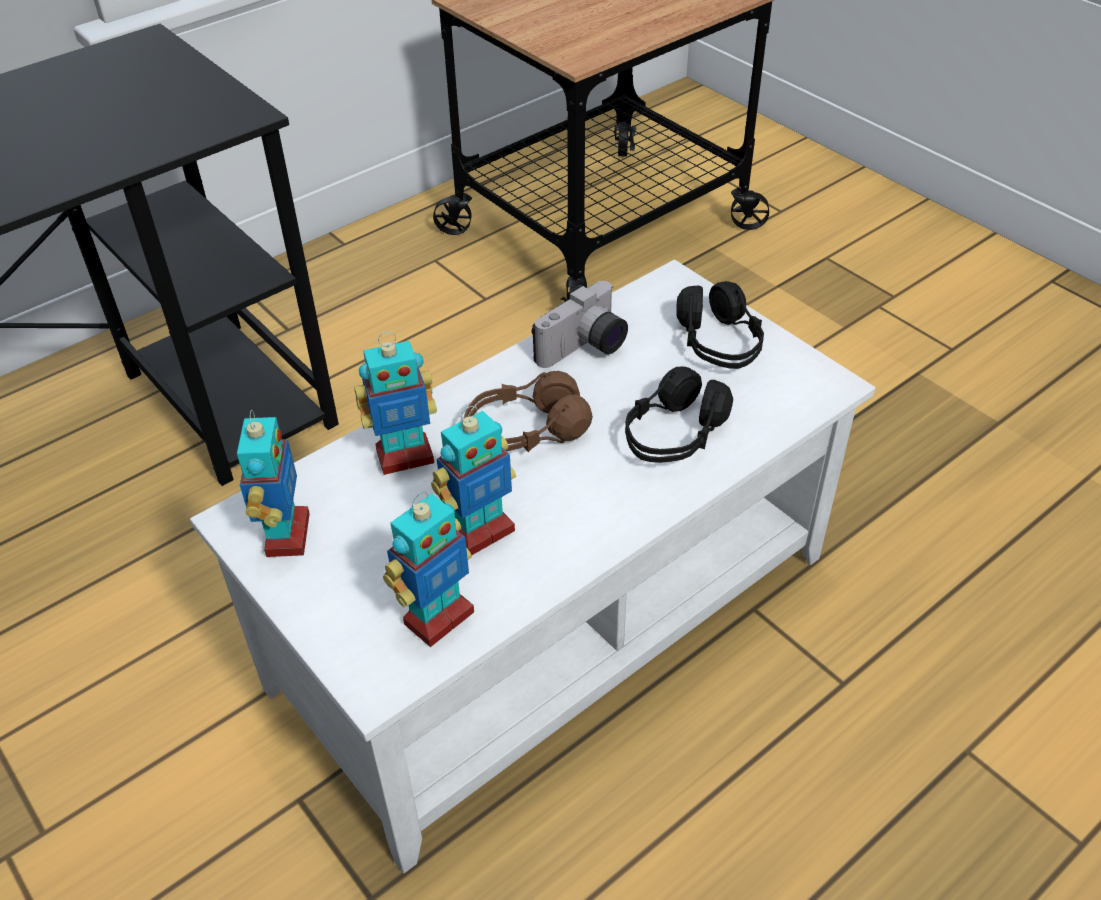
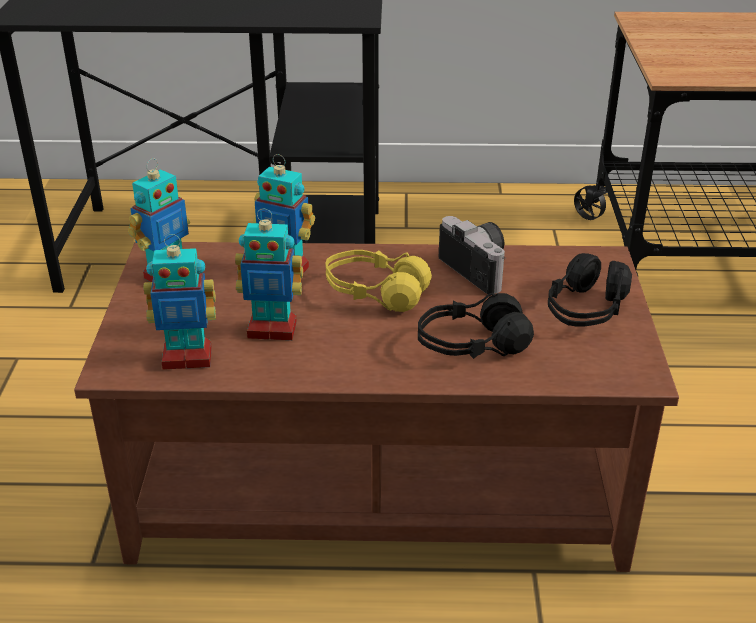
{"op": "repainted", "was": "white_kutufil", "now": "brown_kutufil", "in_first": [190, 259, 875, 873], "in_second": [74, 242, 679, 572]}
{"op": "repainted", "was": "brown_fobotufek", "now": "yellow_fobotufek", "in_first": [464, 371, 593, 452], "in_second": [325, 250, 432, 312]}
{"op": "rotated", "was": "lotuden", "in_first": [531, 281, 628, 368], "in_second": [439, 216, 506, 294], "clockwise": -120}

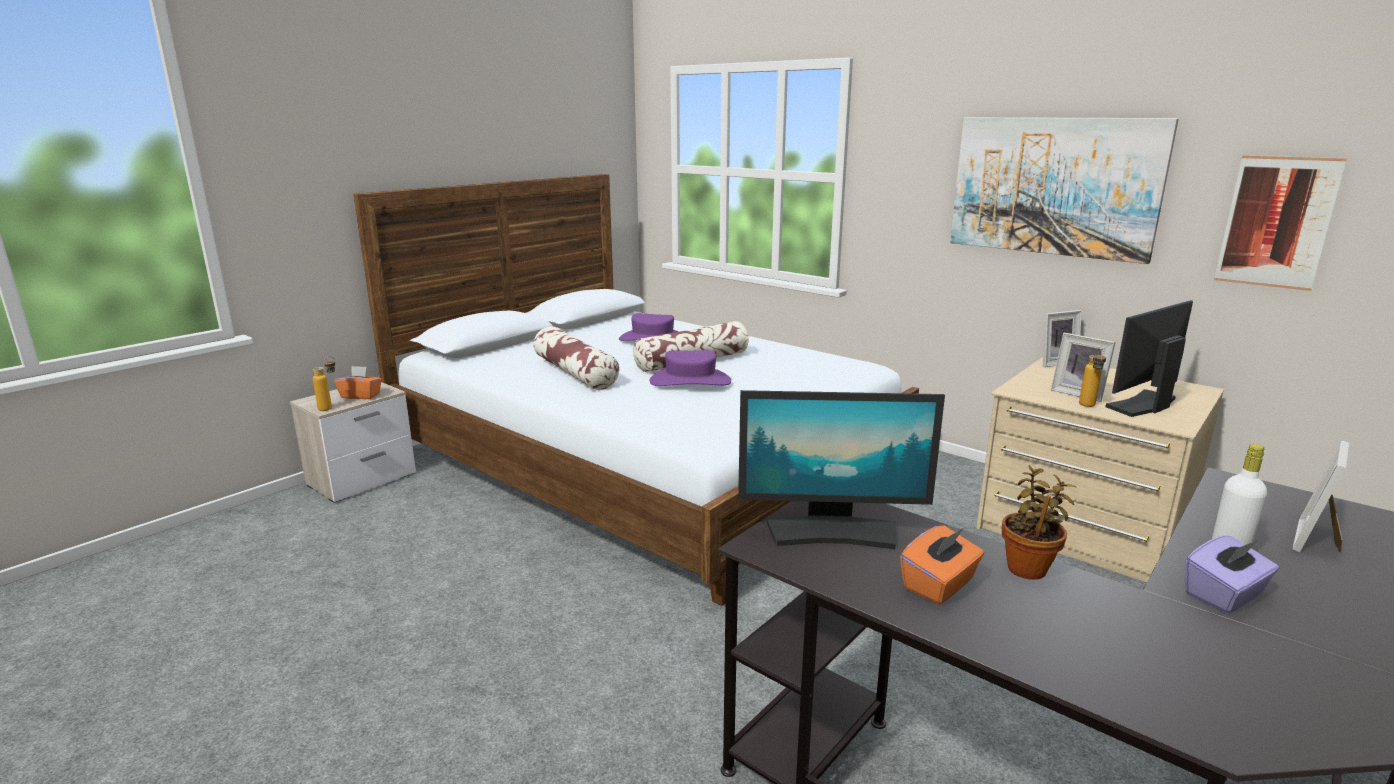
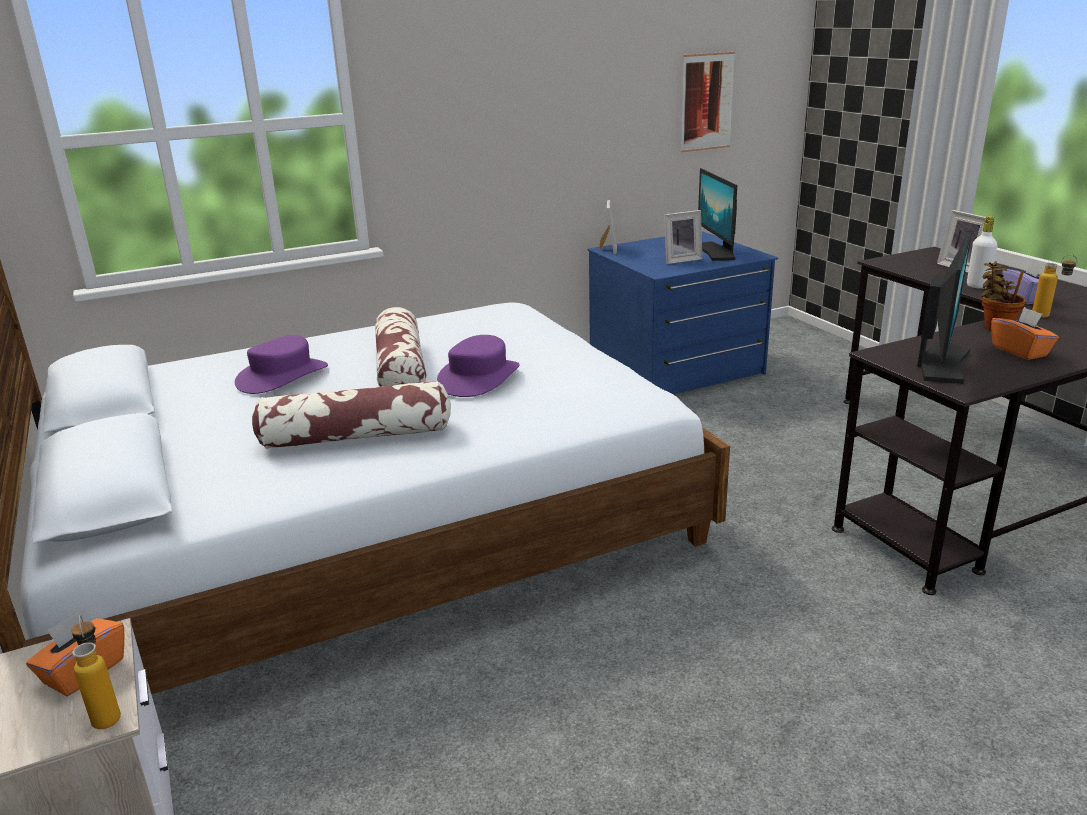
{"op": "repainted", "was": "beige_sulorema", "now": "blue_sulorema", "in_first": [976, 357, 1224, 582], "in_second": [587, 231, 778, 394]}
{"op": "shifted", "was": "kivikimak", "in_first": [1079, 350, 1106, 407], "in_second": [1032, 255, 1078, 318]}
{"op": "gone", "was": "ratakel", "in_first": [950, 117, 1179, 264]}

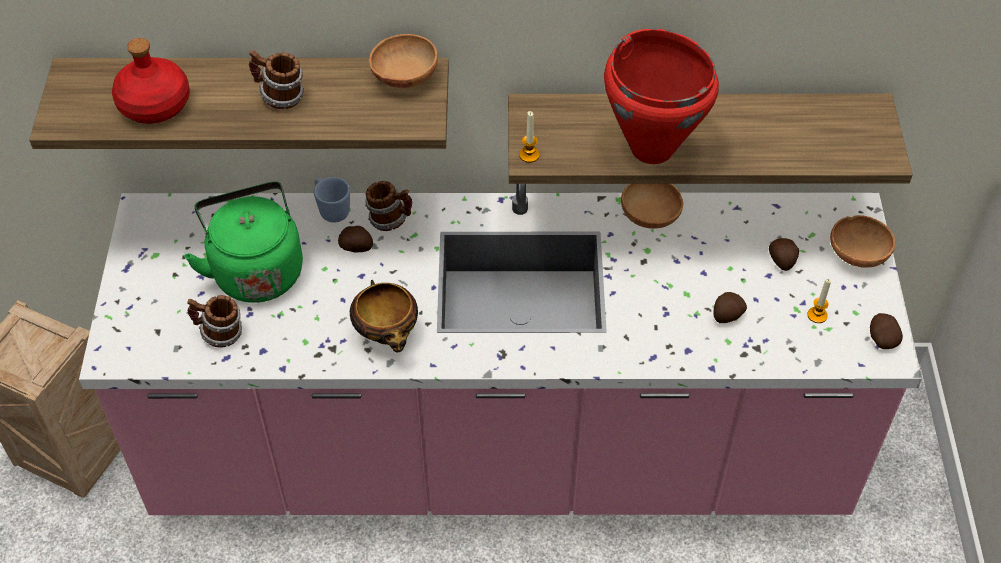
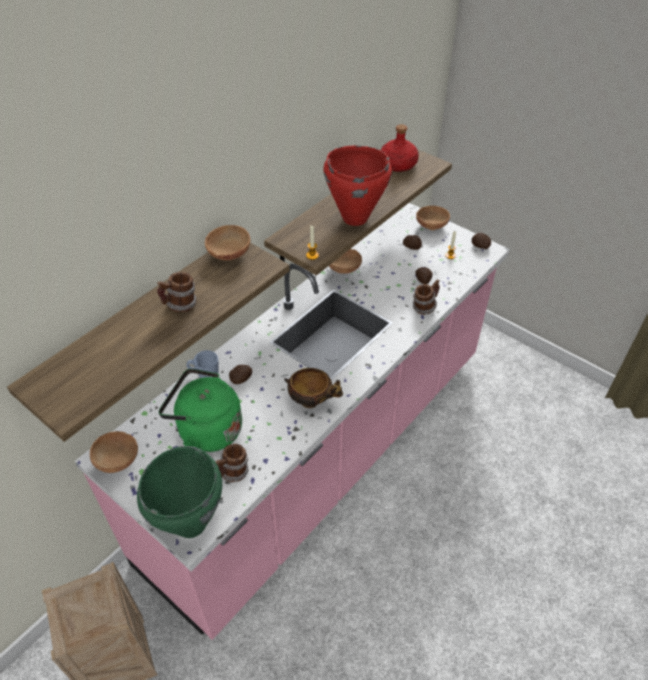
{"op": "new", "now": "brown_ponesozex", "in_second": [90, 431, 138, 473]}
{"op": "new", "now": "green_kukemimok", "in_second": [137, 446, 222, 538]}
{"op": "shifted", "was": "red_kivikimak", "in_first": [112, 38, 190, 124], "in_second": [381, 124, 419, 172]}
{"op": "shifted", "was": "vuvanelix", "in_first": [365, 181, 412, 231], "in_second": [412, 280, 440, 315]}

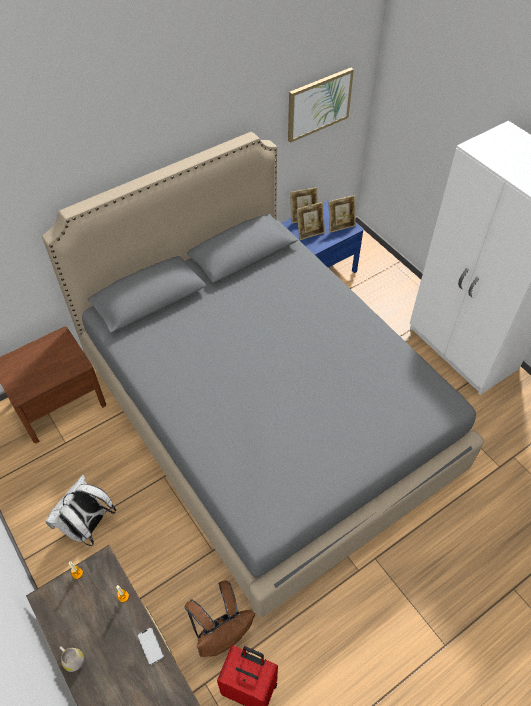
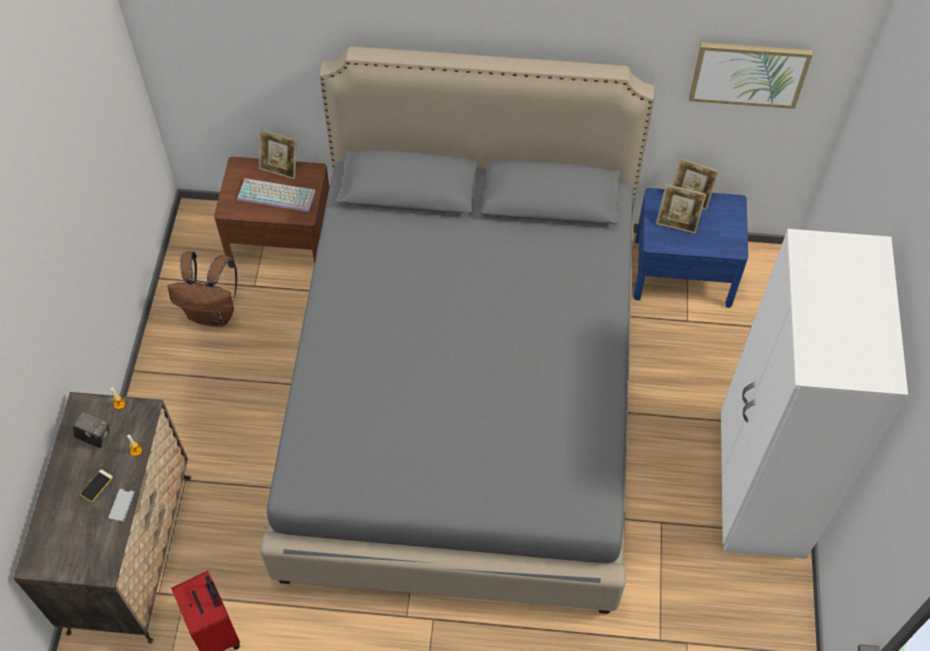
{"op": "new", "now": "lotuden", "in_second": [73, 411, 109, 448]}
{"op": "new", "now": "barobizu", "in_second": [80, 469, 113, 502]}
{"op": "shifted", "was": "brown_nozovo", "in_first": [184, 580, 255, 657], "in_second": [167, 251, 237, 327]}
{"op": "new", "now": "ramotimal", "in_second": [237, 178, 316, 212]}
{"op": "shifted", "was": "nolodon", "in_first": [328, 195, 356, 233], "in_second": [259, 129, 297, 179]}
{"op": "gone", "was": "white_nozovo", "in_first": [46, 475, 116, 546]}
{"op": "gone", "was": "white_vuvanelix", "in_first": [59, 646, 84, 672]}

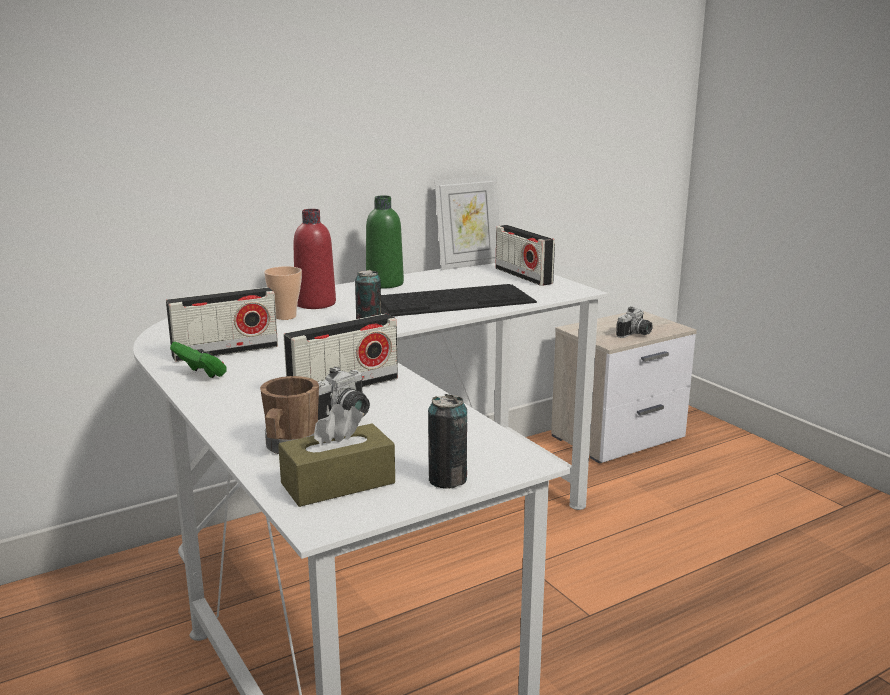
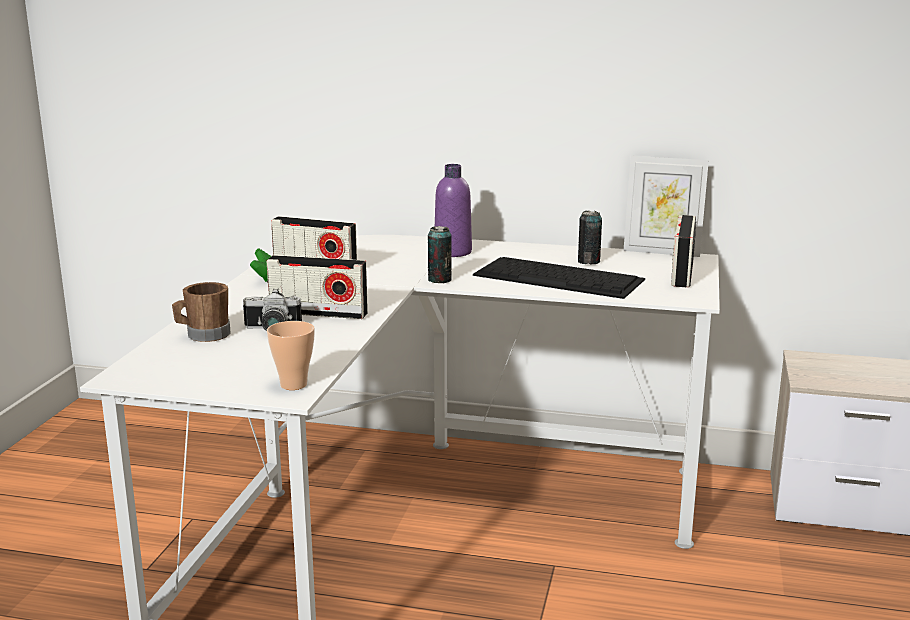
{"op": "shifted", "was": "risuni", "in_first": [264, 266, 302, 320], "in_second": [267, 321, 315, 390]}
{"op": "repainted", "was": "red_kivikimak", "now": "purple_kivikimak", "in_first": [293, 209, 336, 309], "in_second": [435, 164, 472, 257]}
{"op": "shifted", "was": "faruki", "in_first": [428, 394, 467, 489], "in_second": [578, 211, 602, 264]}
{"op": "gone", "was": "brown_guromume", "in_first": [278, 404, 395, 507]}
{"op": "gone", "was": "green_kivikimak", "in_first": [366, 195, 404, 288]}
{"op": "gone", "was": "lotuden", "in_first": [616, 307, 653, 338]}

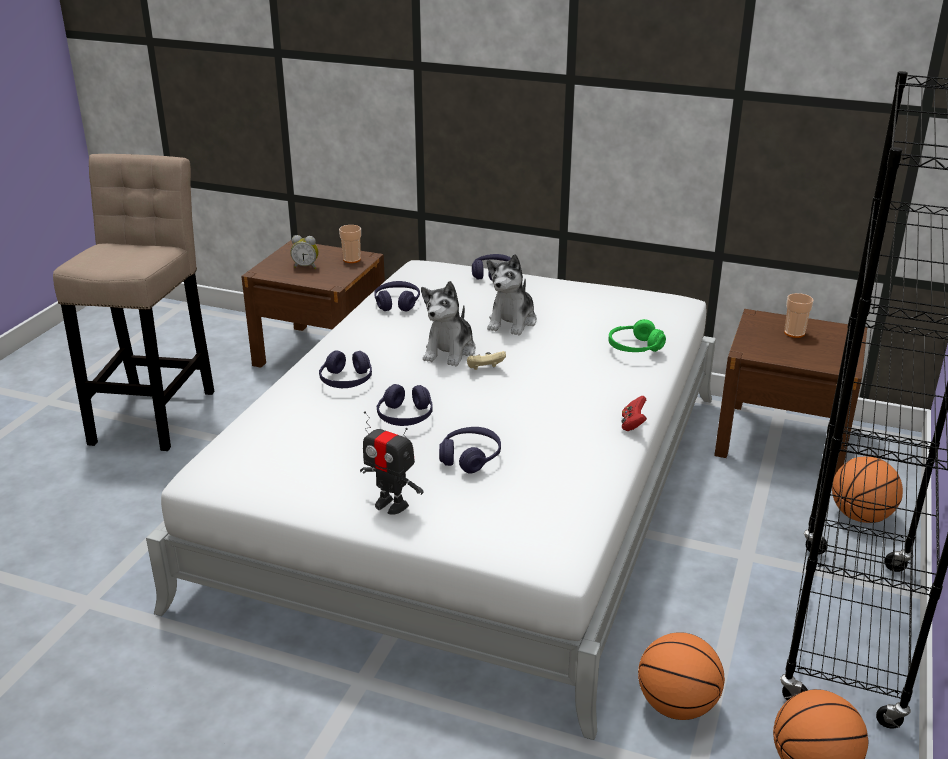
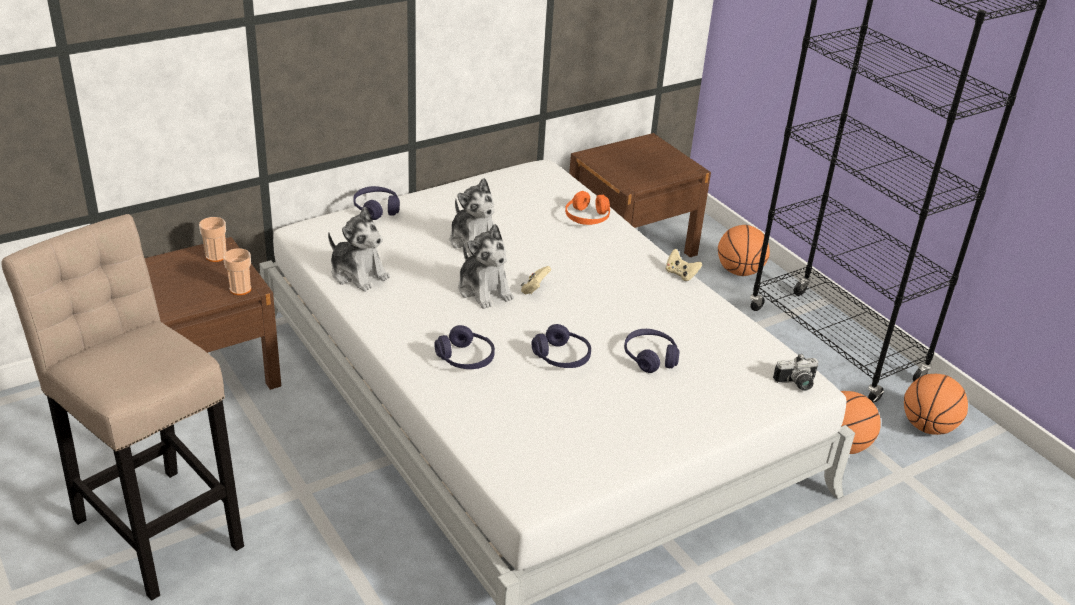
{"op": "shifted", "was": "risuni", "in_first": [784, 293, 814, 338], "in_second": [223, 249, 251, 295]}
{"op": "swapped", "was": "purple_fobotufek", "now": "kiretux", "in_first": [375, 281, 420, 312], "in_second": [328, 207, 390, 292]}
{"op": "repainted", "was": "green_fobotufek", "now": "orange_fobotufek", "in_first": [608, 319, 666, 352], "in_second": [565, 191, 610, 225]}
{"op": "repainted", "was": "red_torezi", "now": "beige_torezi", "in_first": [621, 396, 647, 431], "in_second": [666, 249, 702, 281]}
{"op": "new", "now": "lotuden", "in_second": [773, 354, 818, 391]}
{"op": "gone", "was": "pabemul", "in_first": [290, 235, 319, 269]}
{"op": "gone", "was": "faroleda", "in_first": [360, 411, 424, 515]}

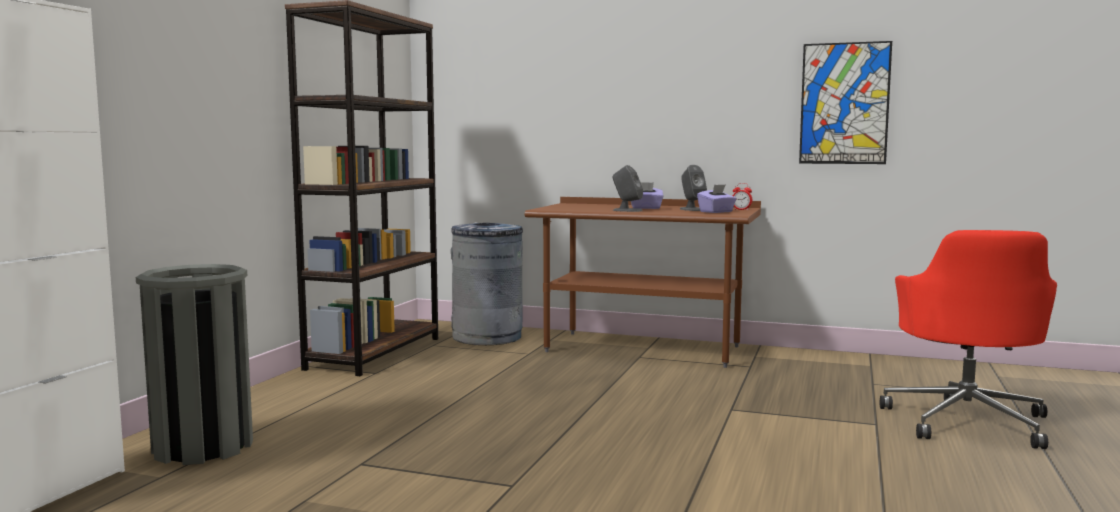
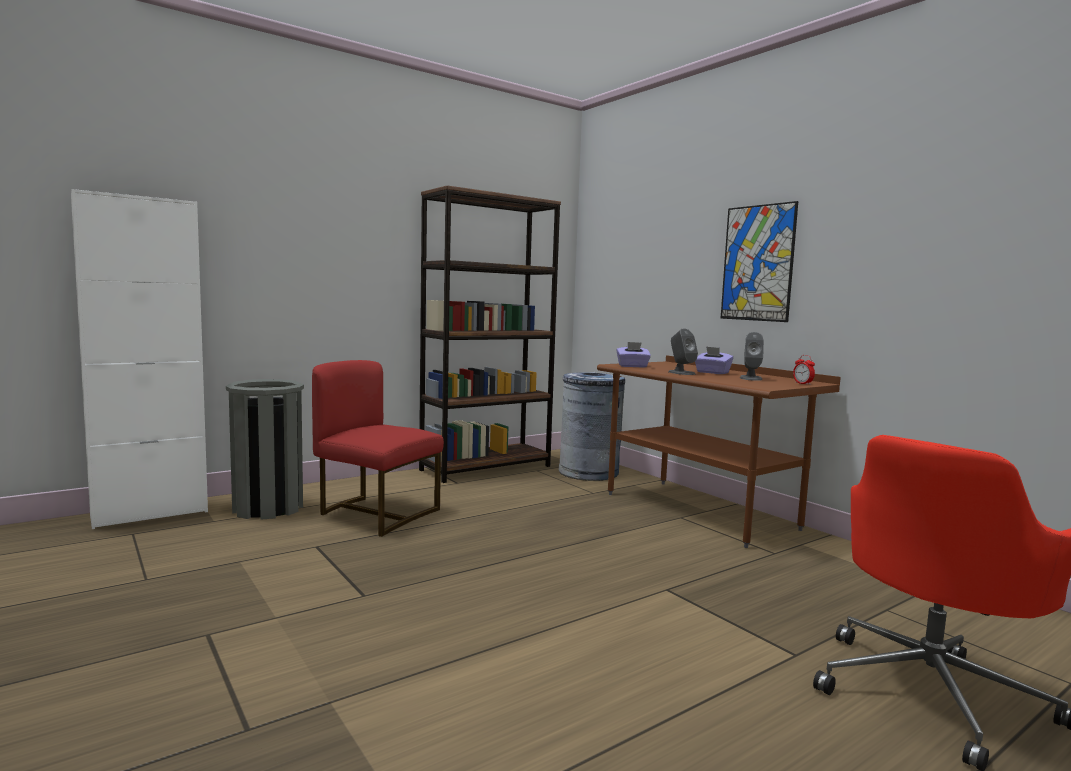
{"op": "new", "now": "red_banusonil", "in_second": [312, 360, 444, 537]}
{"op": "shifted", "was": "purple_guromume", "in_first": [697, 184, 737, 213], "in_second": [617, 342, 651, 368]}
{"op": "shifted", "was": "ratakel", "in_first": [799, 41, 892, 164], "in_second": [721, 201, 798, 322]}

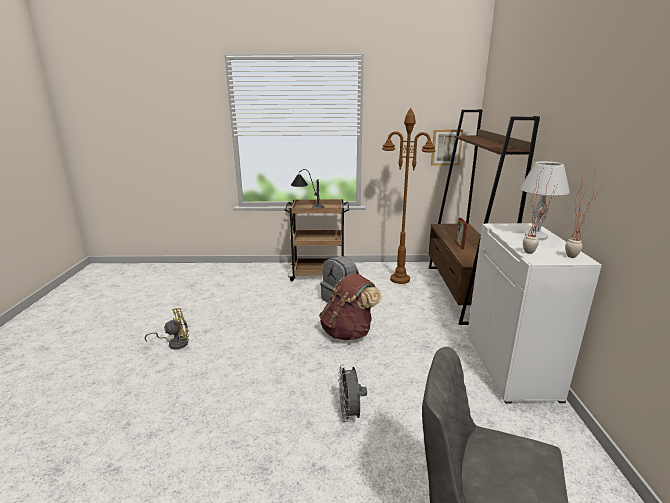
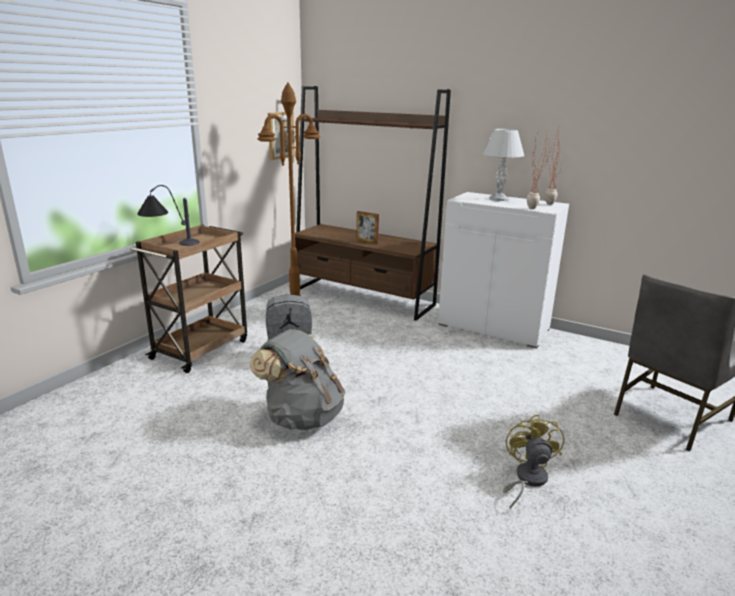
{"op": "new", "now": "grey_nozovo", "in_second": [250, 329, 346, 430]}
{"op": "shifted", "was": "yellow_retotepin", "in_first": [144, 308, 189, 350], "in_second": [503, 415, 564, 509]}
{"op": "gone", "was": "brown_nozovo", "in_first": [319, 274, 382, 340]}
{"op": "gone", "was": "grey_retotepin", "in_first": [338, 364, 367, 422]}

